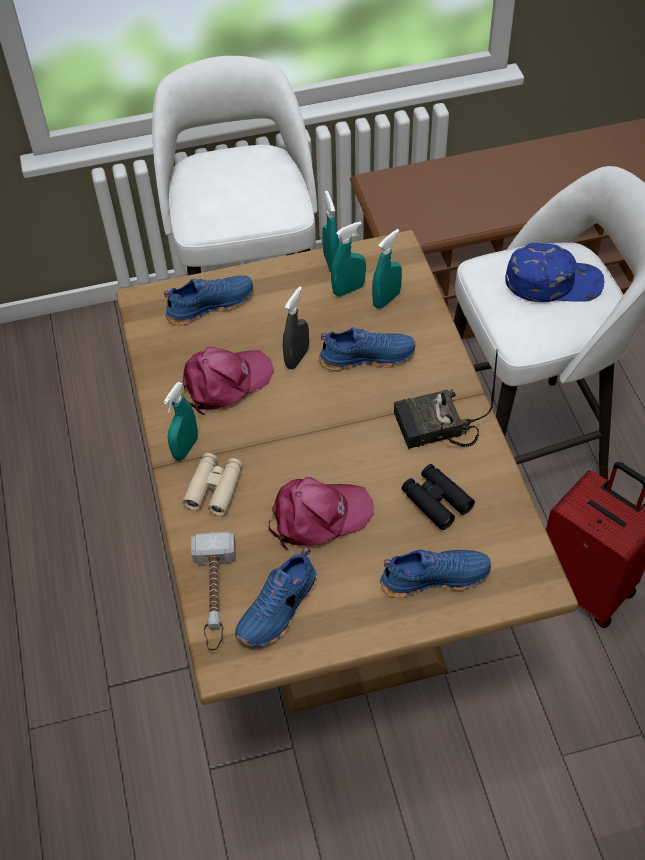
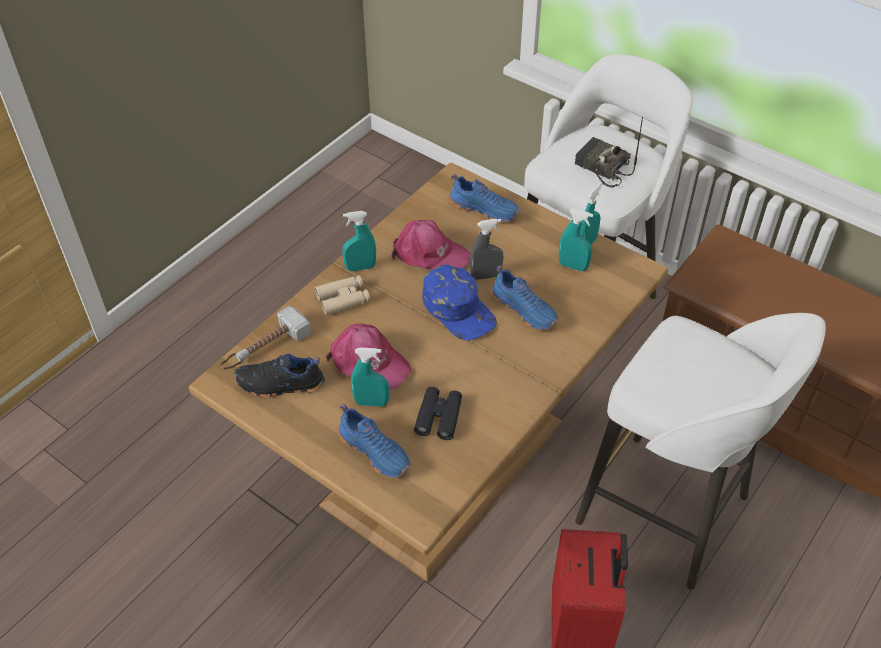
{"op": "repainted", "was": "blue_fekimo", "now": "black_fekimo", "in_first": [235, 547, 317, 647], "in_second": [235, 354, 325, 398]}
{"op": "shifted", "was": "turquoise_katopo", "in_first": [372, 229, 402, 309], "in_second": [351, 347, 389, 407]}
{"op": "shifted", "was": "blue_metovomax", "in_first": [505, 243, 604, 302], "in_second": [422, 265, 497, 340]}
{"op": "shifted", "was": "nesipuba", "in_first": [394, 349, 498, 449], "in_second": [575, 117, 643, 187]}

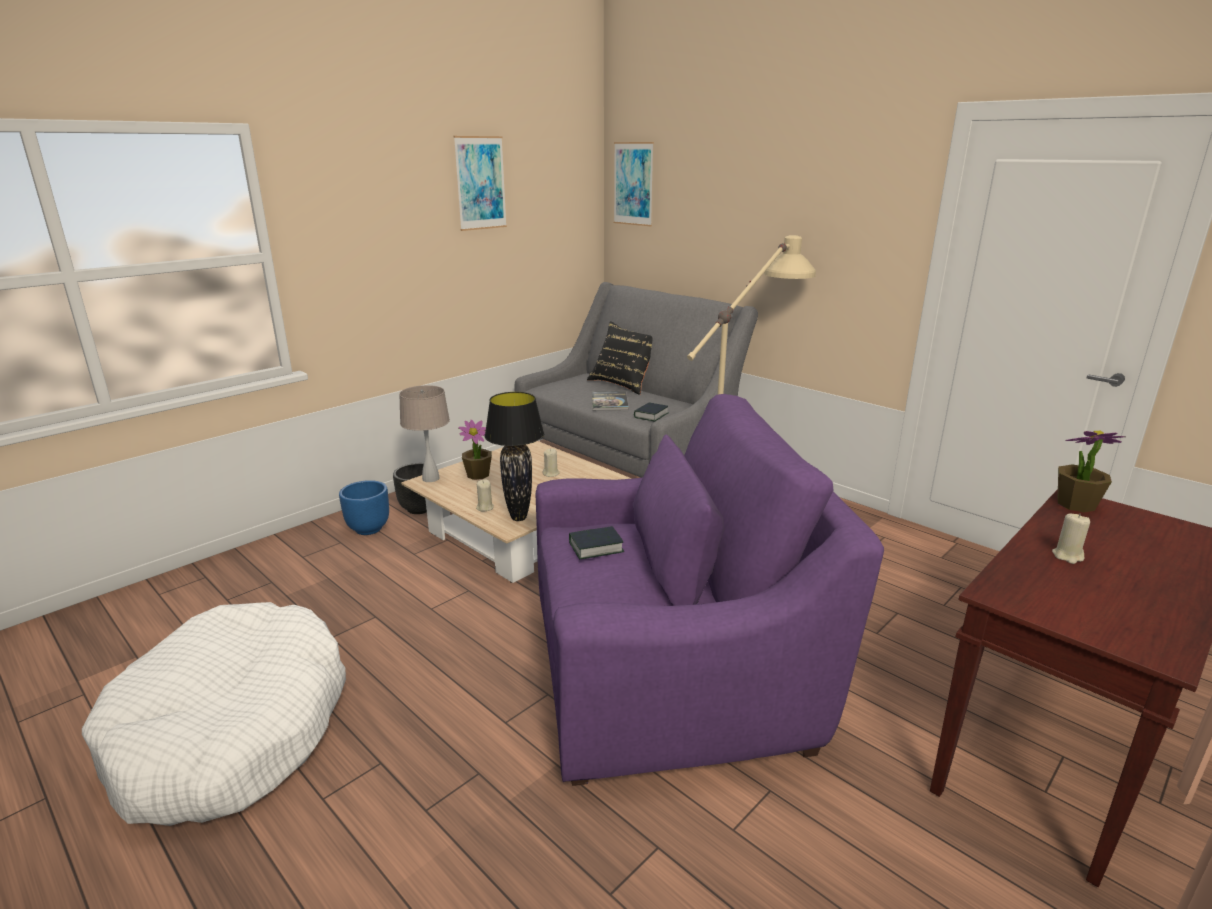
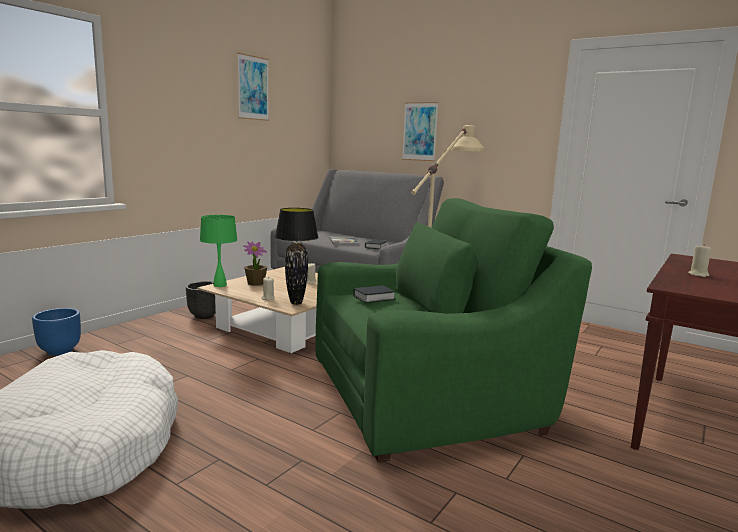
{"op": "shifted", "was": "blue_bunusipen", "in_first": [339, 480, 389, 535], "in_second": [32, 308, 81, 356]}
{"op": "repainted", "was": "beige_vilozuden", "now": "green_vilozuden", "in_first": [399, 385, 450, 482], "in_second": [200, 215, 237, 287]}
{"op": "repainted", "was": "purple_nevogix", "now": "green_nevogix", "in_first": [535, 394, 884, 786], "in_second": [316, 198, 592, 462]}
{"op": "shifted", "was": "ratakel", "in_first": [614, 142, 654, 226], "in_second": [402, 102, 438, 161]}
{"op": "gone", "was": "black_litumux", "in_first": [587, 321, 652, 395]}
{"op": "gone", "was": "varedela", "in_first": [1058, 431, 1126, 513]}

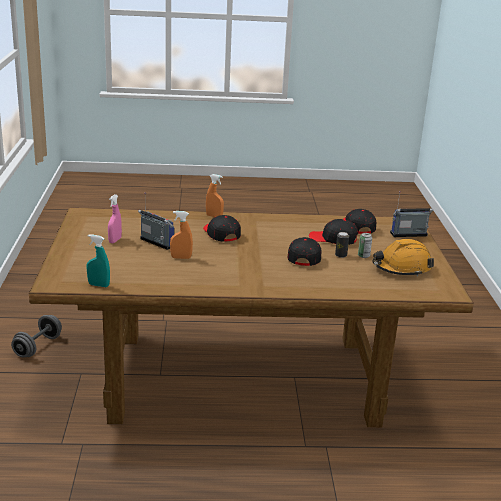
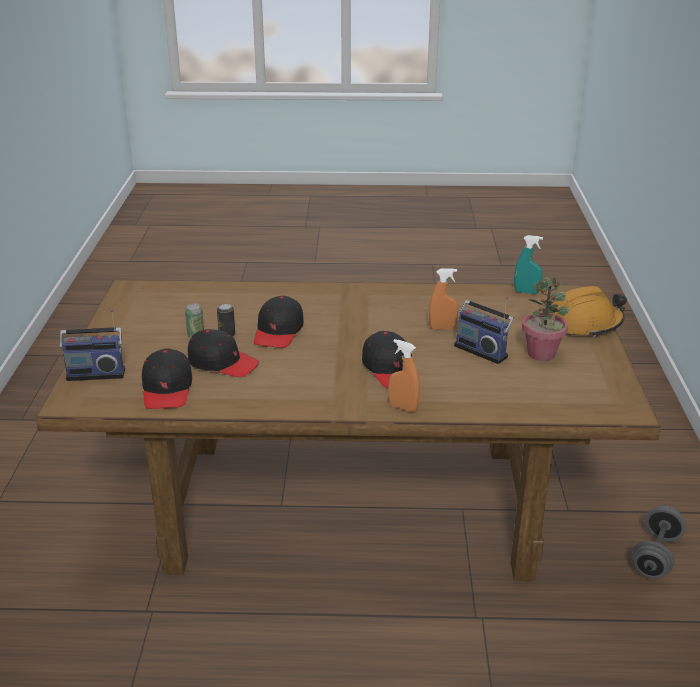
{"op": "swapped", "was": "pink_katopo", "now": "varedela", "in_first": [108, 194, 122, 243], "in_second": [522, 277, 569, 361]}
{"op": "shifted", "was": "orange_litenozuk", "in_first": [372, 239, 434, 277], "in_second": [545, 286, 627, 338]}

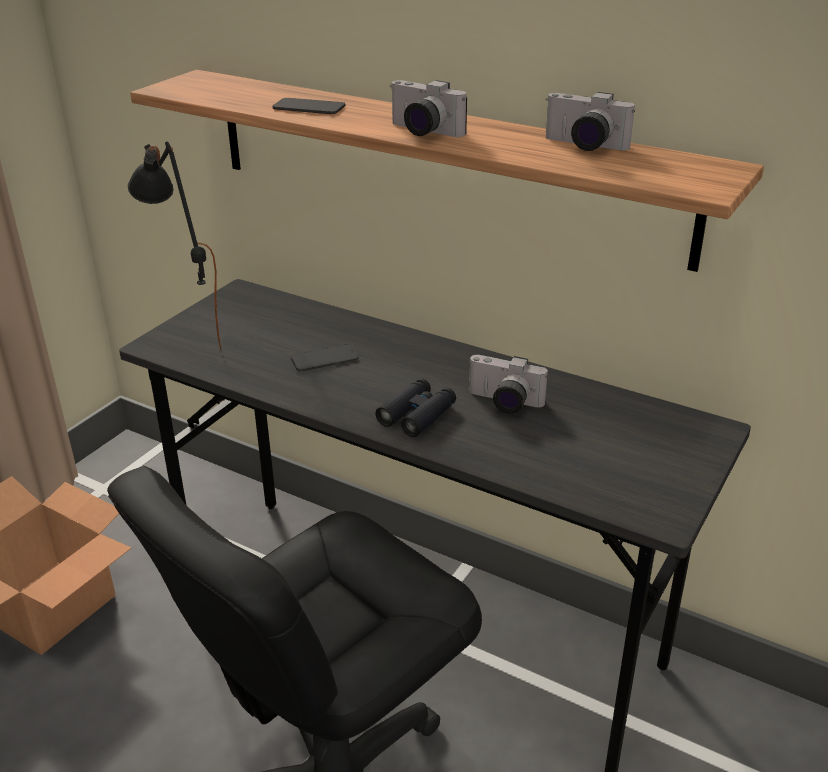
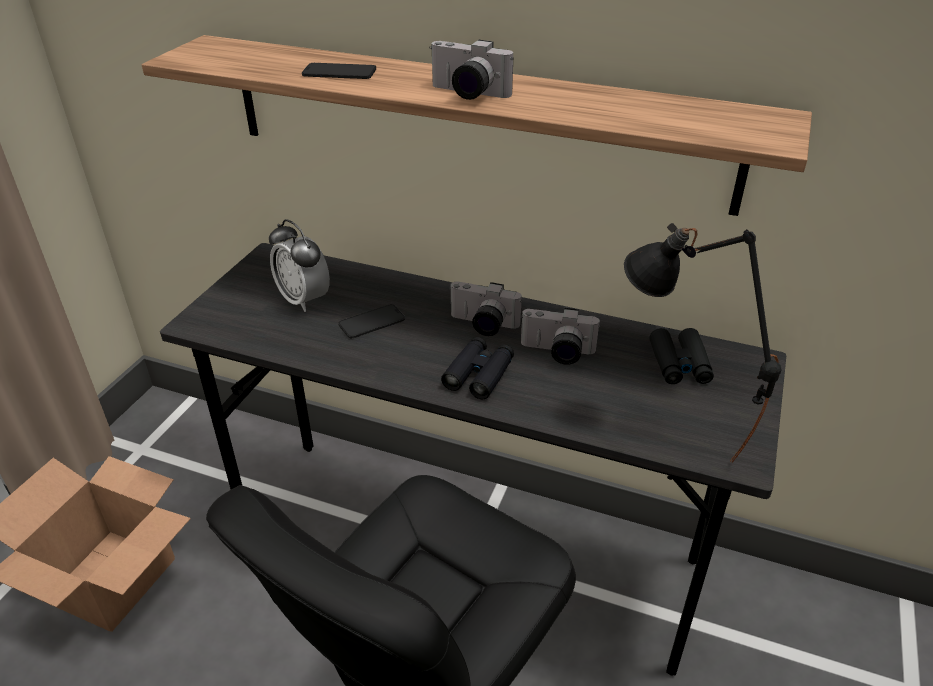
{"op": "new", "now": "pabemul", "in_second": [269, 219, 330, 312]}
{"op": "shifted", "was": "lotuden", "in_first": [546, 92, 635, 151], "in_second": [450, 282, 522, 336]}
{"op": "shifted", "was": "black_vilozuden", "in_first": [128, 142, 221, 350], "in_second": [624, 223, 782, 463]}
{"op": "new", "now": "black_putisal", "in_second": [649, 328, 714, 384]}

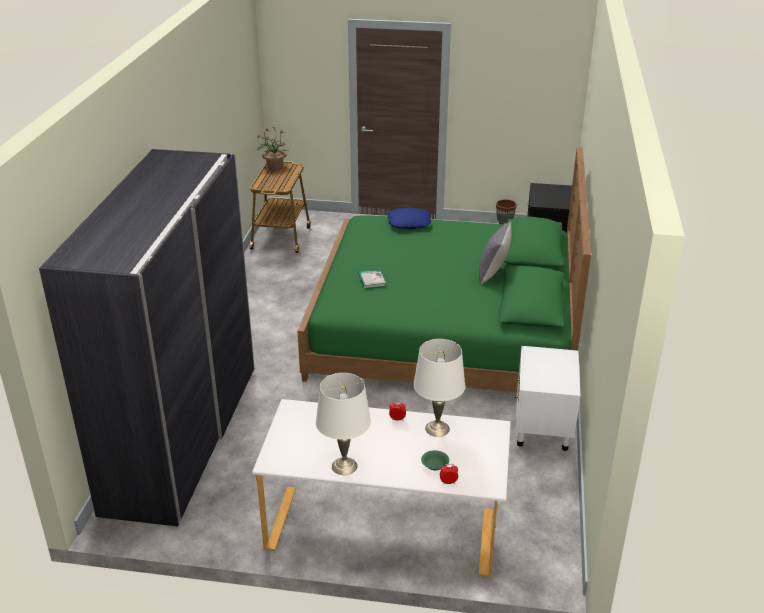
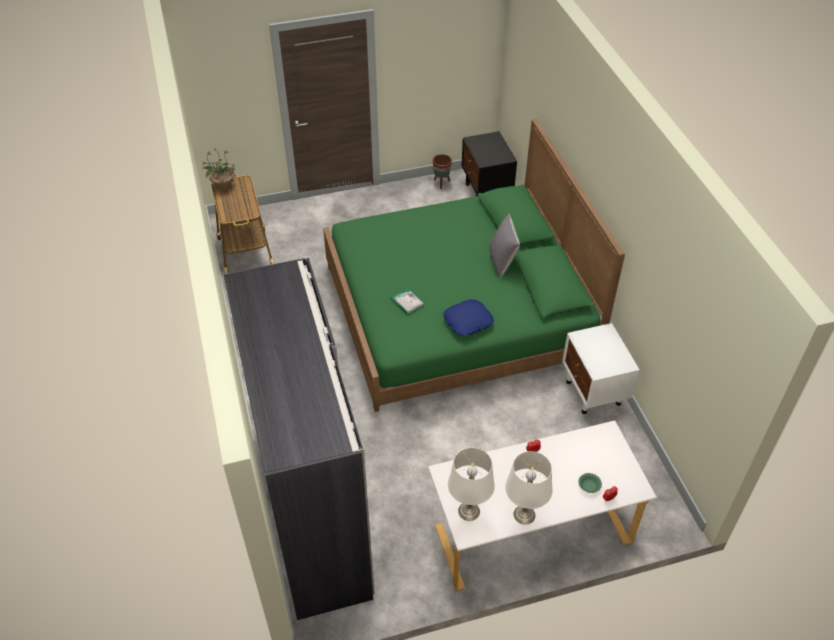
{"op": "shifted", "was": "blue_litumux", "in_first": [388, 207, 431, 229], "in_second": [443, 299, 494, 336]}
{"op": "shifted", "was": "white_vilozuden", "in_first": [413, 339, 465, 437], "in_second": [448, 448, 495, 521]}

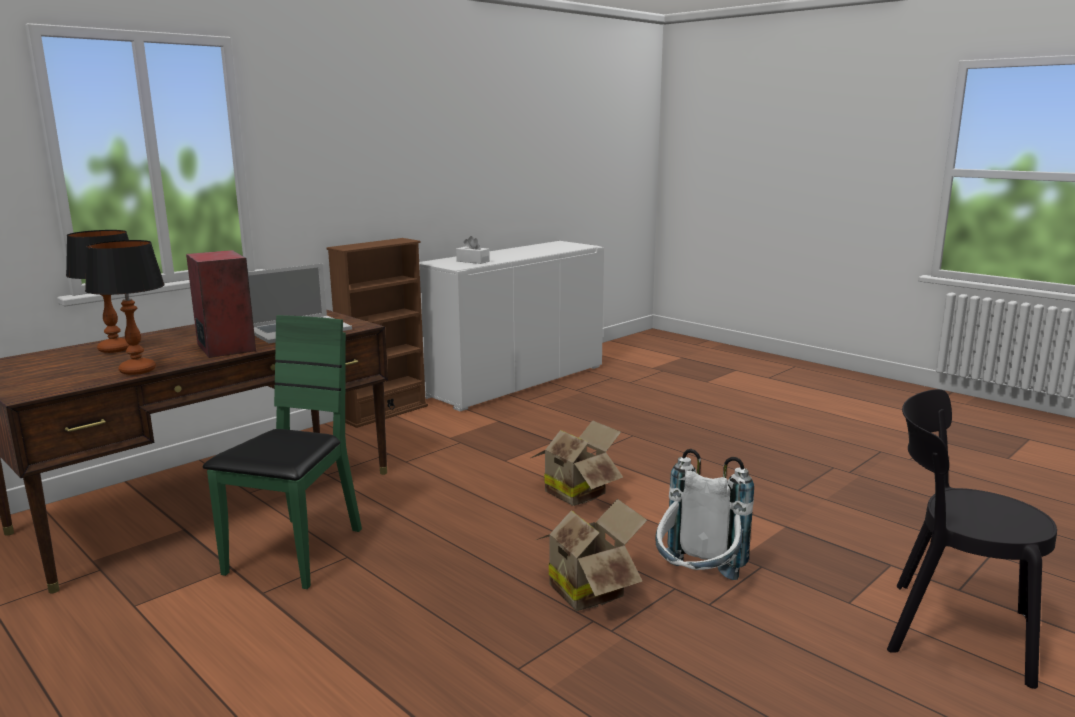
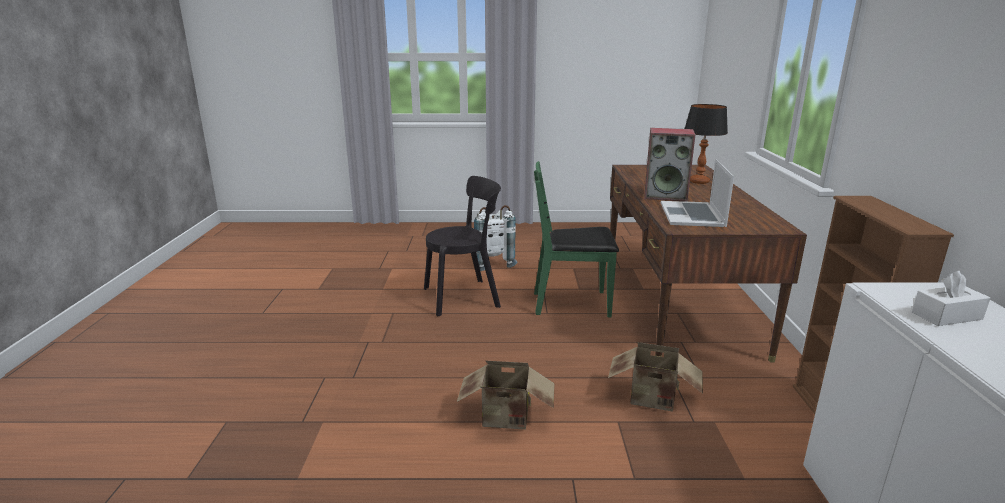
{"op": "shifted", "was": "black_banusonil", "in_first": [887, 389, 1057, 689], "in_second": [424, 176, 501, 316]}
{"op": "shifted", "was": "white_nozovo", "in_first": [656, 449, 754, 580], "in_second": [474, 205, 518, 271]}
{"op": "rotated", "was": "green_banusonil", "in_first": [203, 315, 362, 589], "in_second": [534, 161, 619, 317], "clockwise": 120}
{"op": "shifted", "was": "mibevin", "in_first": [536, 499, 647, 611], "in_second": [608, 342, 703, 411]}
{"op": "gone", "was": "vilozuden", "in_first": [85, 240, 165, 375]}

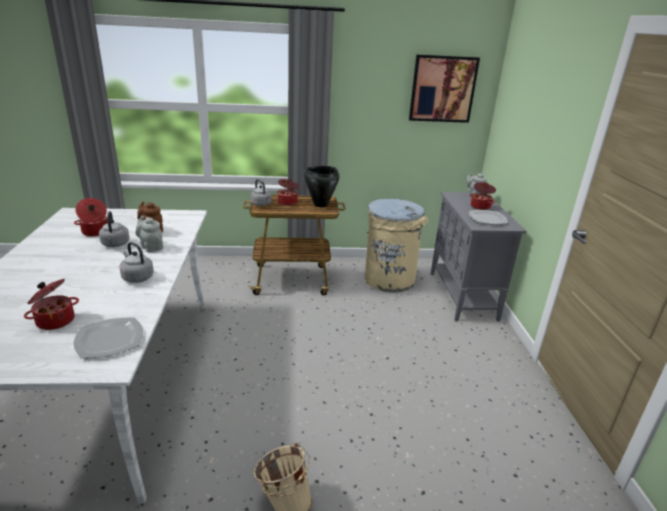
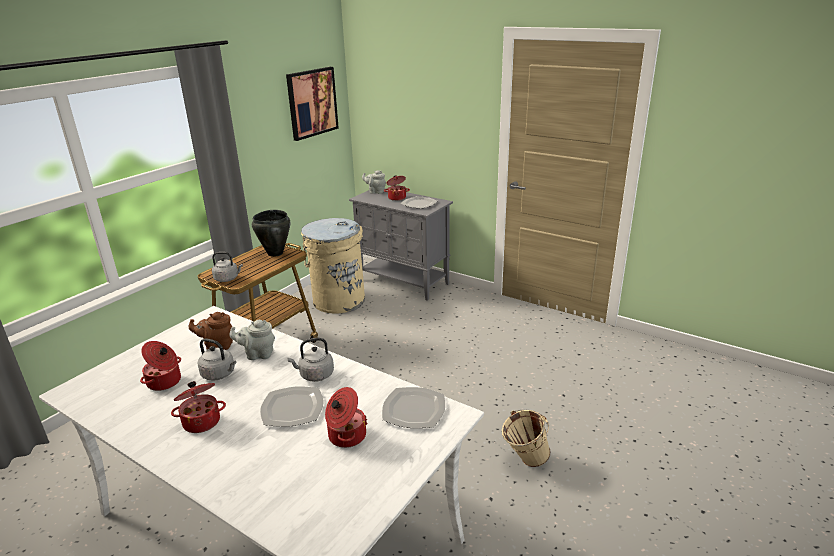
{"op": "shifted", "was": "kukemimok", "in_first": [277, 179, 299, 206], "in_second": [171, 381, 226, 433]}
{"op": "new", "now": "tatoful", "in_second": [260, 386, 324, 427]}

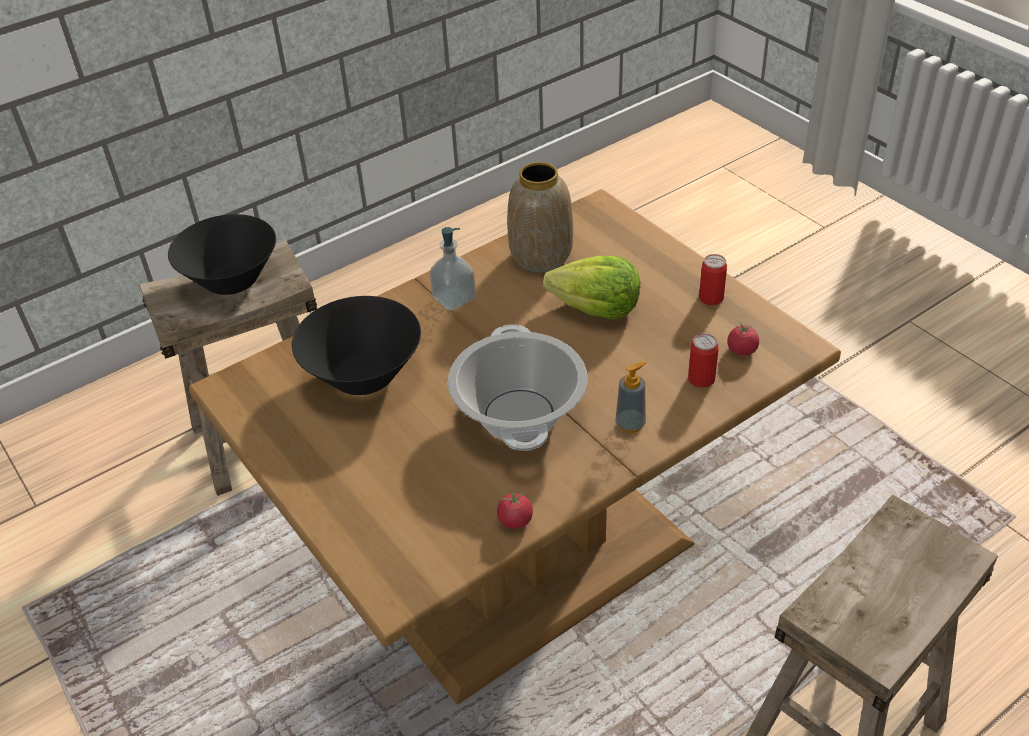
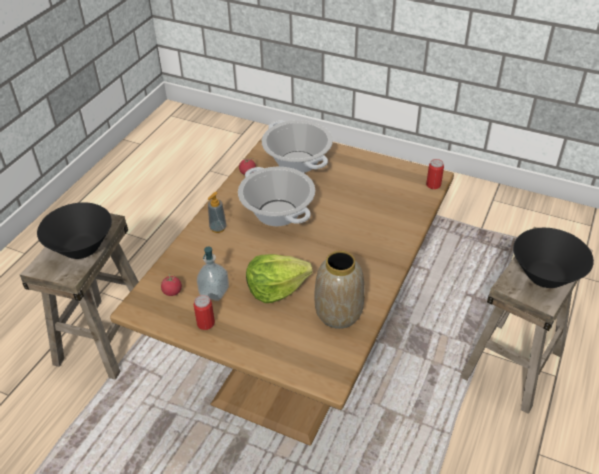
{"op": "shifted", "was": "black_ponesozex", "in_first": [292, 296, 421, 395], "in_second": [37, 202, 112, 259]}
{"op": "shifted", "was": "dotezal", "in_first": [429, 227, 476, 311], "in_second": [197, 246, 229, 301]}
{"op": "new", "now": "kukemimok", "in_second": [262, 120, 333, 173]}
{"op": "shifted", "was": "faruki", "in_first": [688, 334, 719, 388], "in_second": [426, 159, 444, 189]}

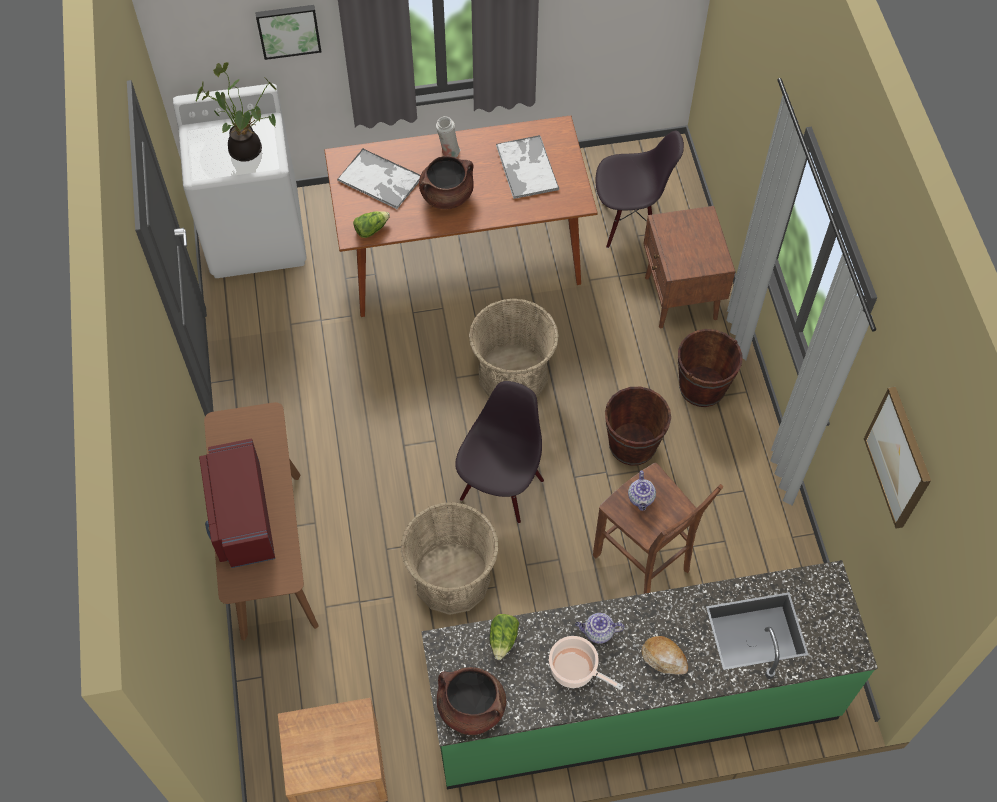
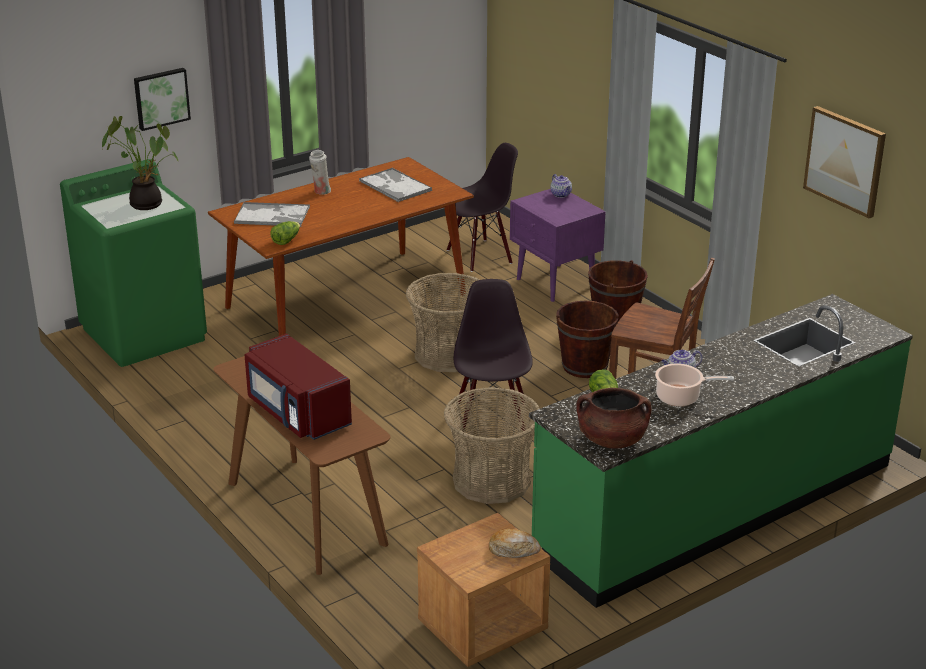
{"op": "repainted", "was": "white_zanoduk", "now": "green_zanoduk", "in_first": [173, 84, 307, 278], "in_second": [60, 159, 207, 367]}
{"op": "shifted", "was": "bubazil", "in_first": [642, 636, 688, 675], "in_second": [489, 529, 541, 558]}
{"op": "repainted", "was": "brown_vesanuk", "now": "purple_vesanuk", "in_first": [643, 206, 736, 328], "in_second": [510, 189, 606, 302]}
{"op": "shifted", "was": "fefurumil", "in_first": [628, 470, 656, 511], "in_second": [550, 174, 572, 198]}
{"op": "gone", "was": "brown_kukemimok", "in_first": [419, 156, 474, 209]}

